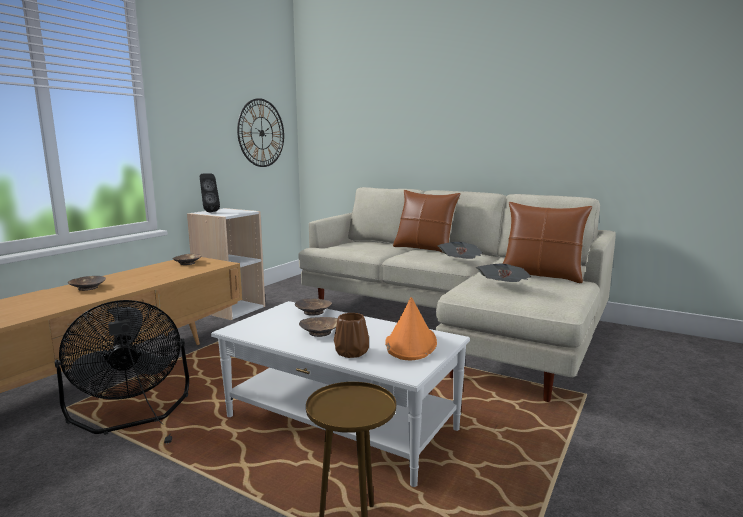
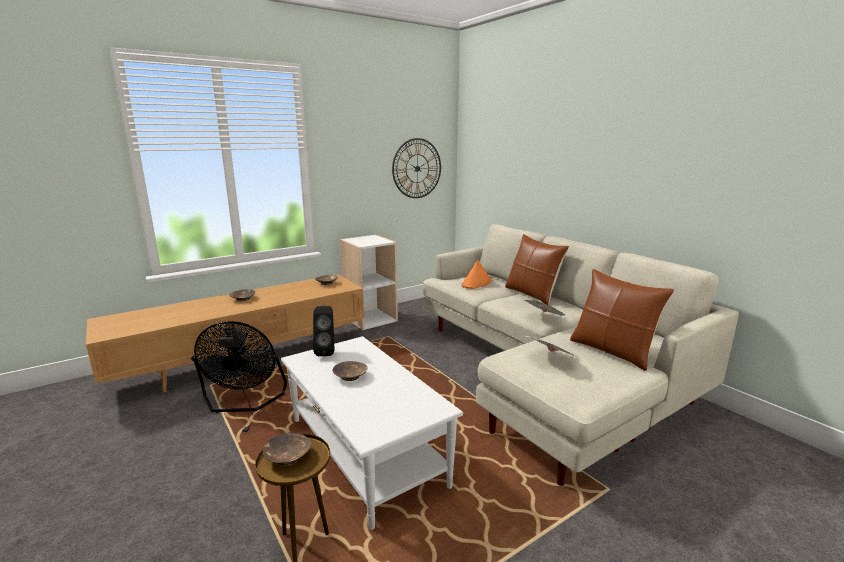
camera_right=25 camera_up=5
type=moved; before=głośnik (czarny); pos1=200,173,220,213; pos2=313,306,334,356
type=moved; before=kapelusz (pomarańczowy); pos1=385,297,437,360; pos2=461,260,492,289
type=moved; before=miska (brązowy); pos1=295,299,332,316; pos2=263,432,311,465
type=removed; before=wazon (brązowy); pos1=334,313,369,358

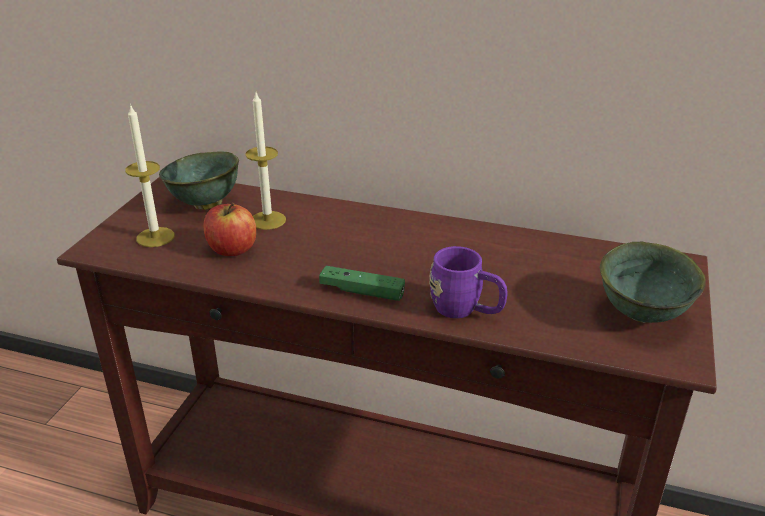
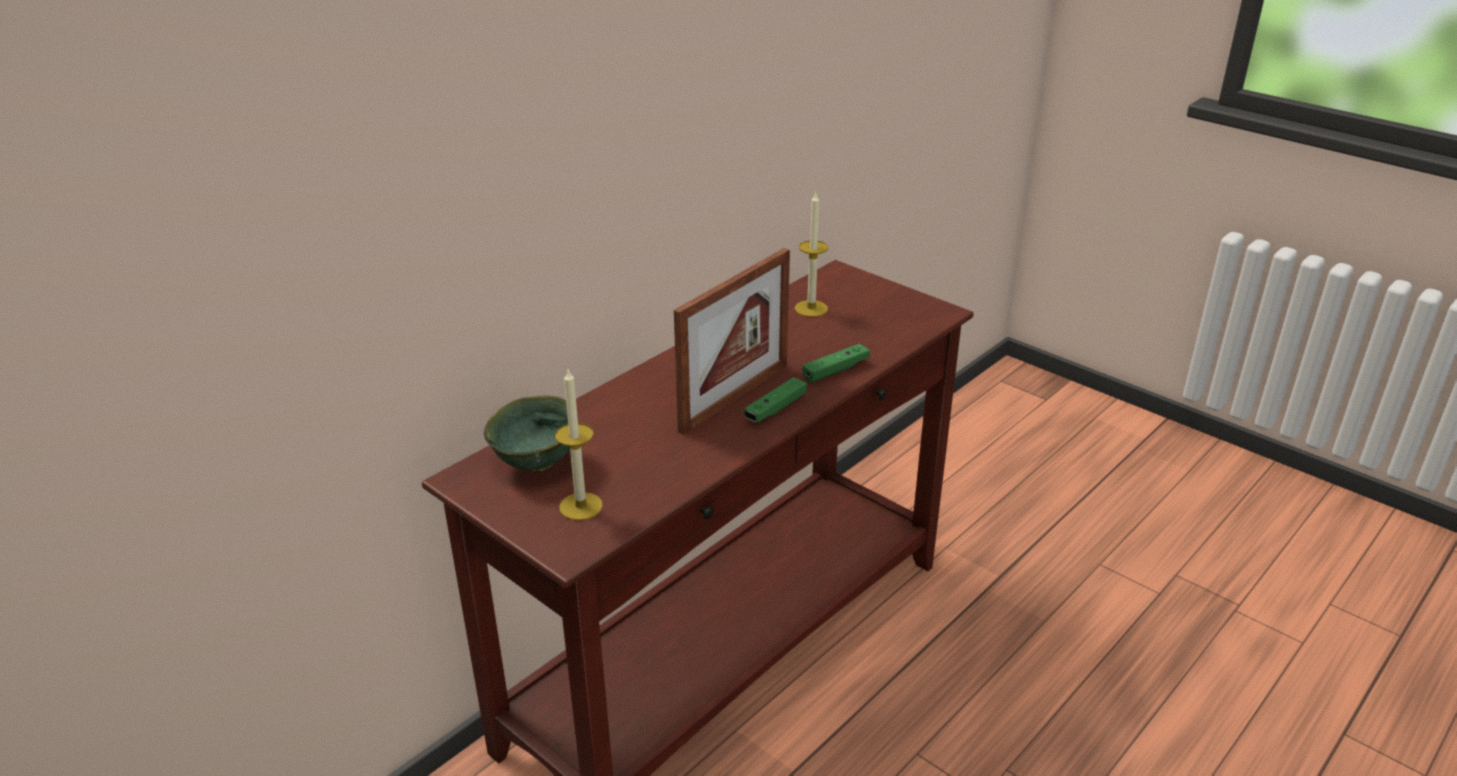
camera_right=-65 camera_up=0
type=moved; before=świeca; pos1=245,92,286,230; pos2=795,193,828,317
type=removed; before=jabłko; pos1=204,203,256,256
type=removed; before=miska (zielony); pos1=600,242,706,323
type=replaced; before=kubek (fioletowy); after=pad do gier (zielony); pos1=429,246,508,318; pos2=802,343,870,383
type=added; after=ramka na zdjęcie; pos2=674,248,790,435

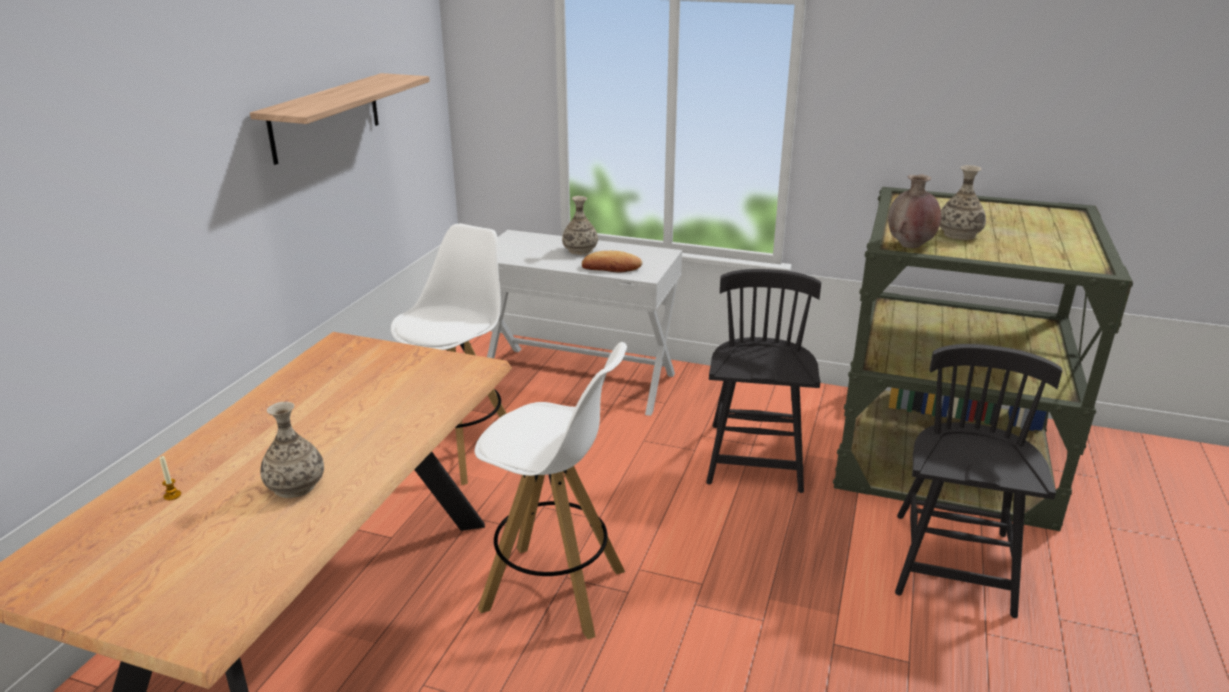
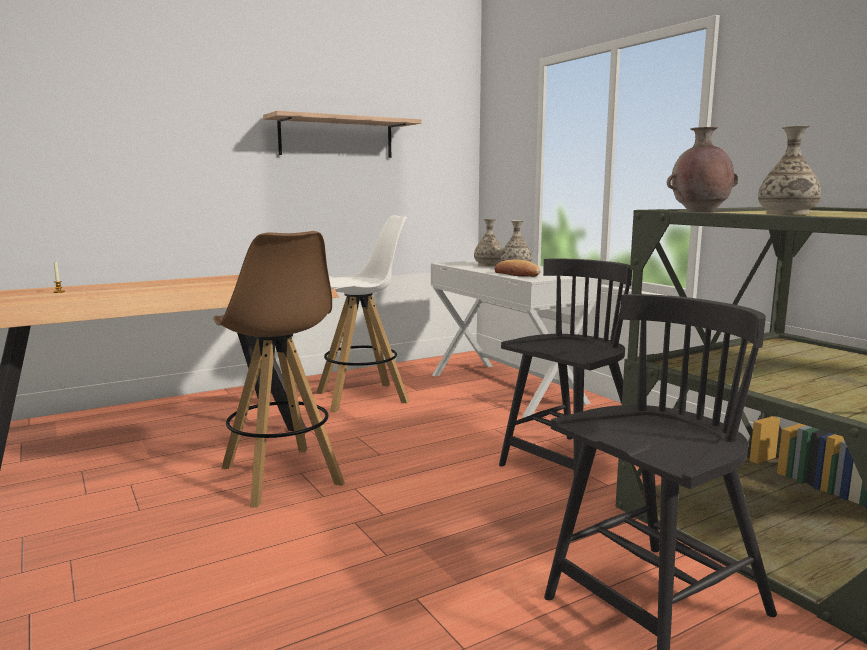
camera_right=40 camera_up=-15
type=recoloured; before=stołek (biały); after=stołek (brązowy); pos1=475,342,627,639; pos2=214,231,345,508
type=moved; before=wazon; pos1=260,402,324,498; pos2=474,219,503,266

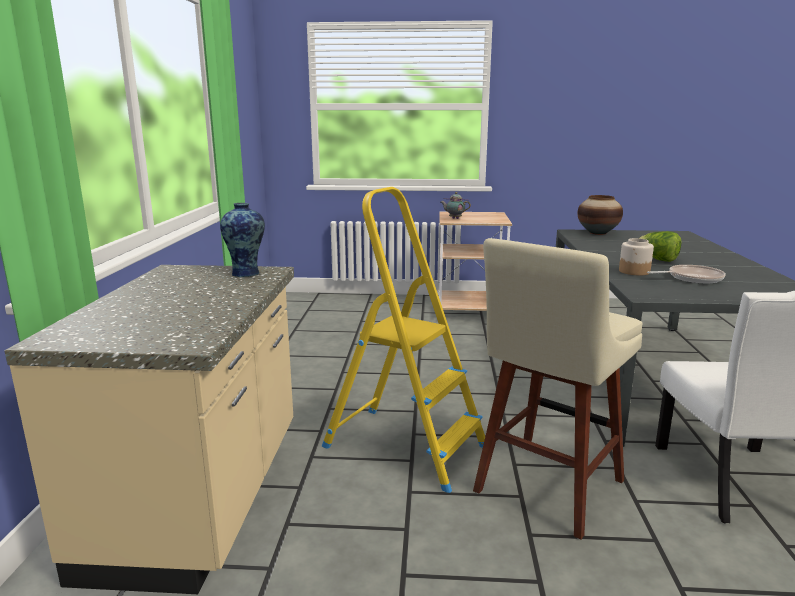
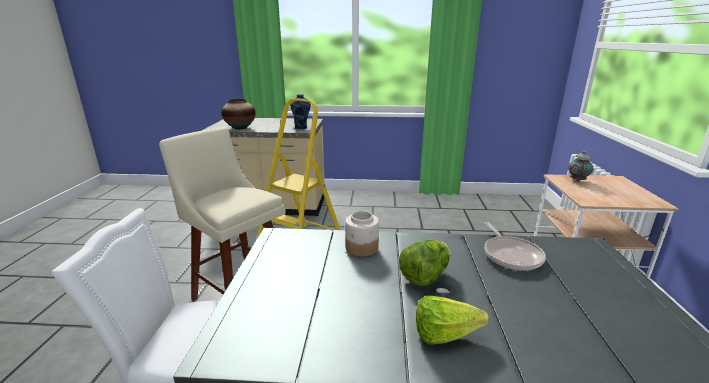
camera_right=90 camera_up=5
type=moved; before=wazon; pos1=577,195,623,235; pos2=221,99,256,130
type=moved; before=patelnia; pos1=647,265,726,283; pos2=484,222,546,271
type=added; after=sałata; pos2=416,296,489,344

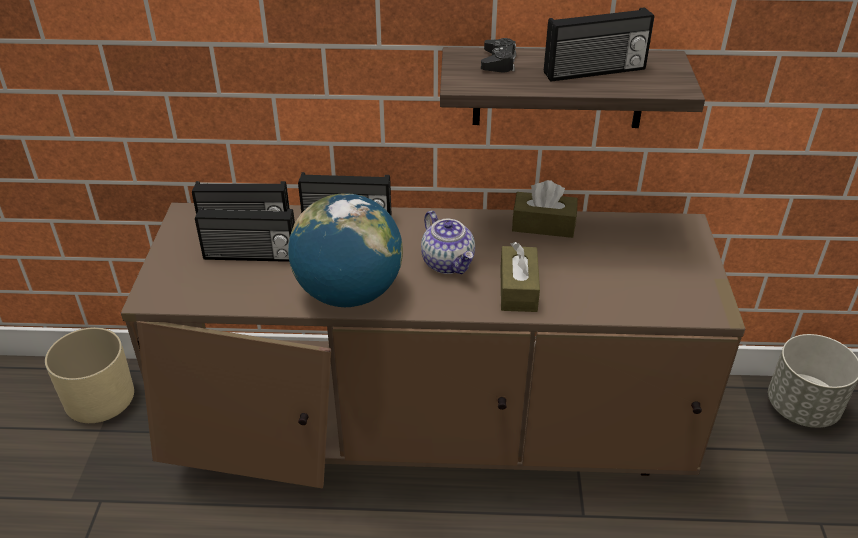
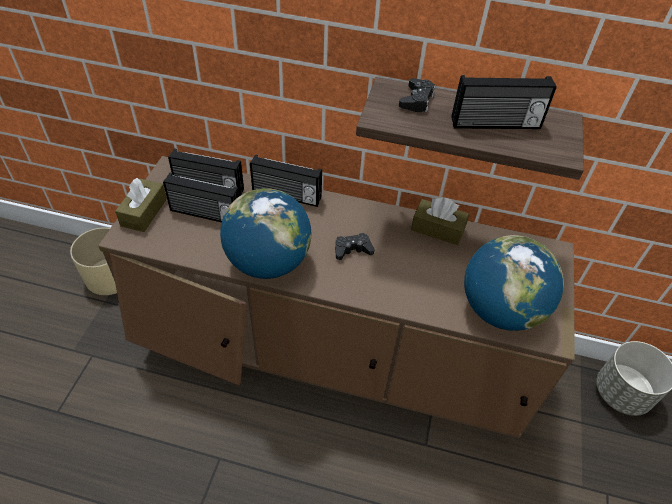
camera_right=10 camera_up=10
type=replaced; before=imbryk; after=pad do gier (czarny); pos1=421,211,475,274; pos2=335,233,375,260
type=moved; before=pudełko chusteczek (brązowy); pos1=500,242,540,312; pos2=115,178,167,232
type=added; after=globus; pos2=464,235,564,331

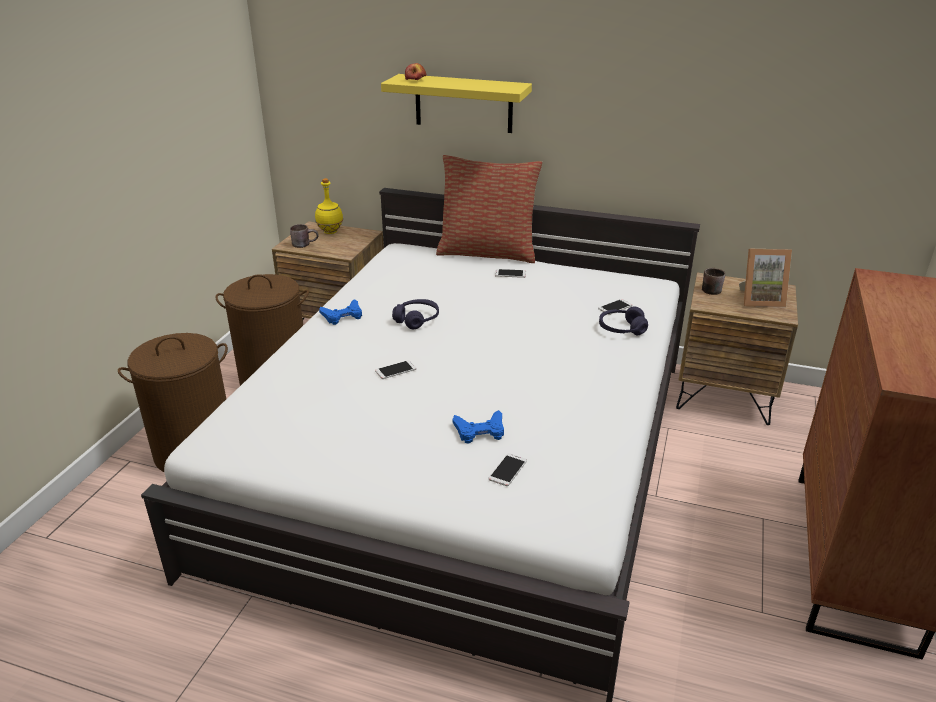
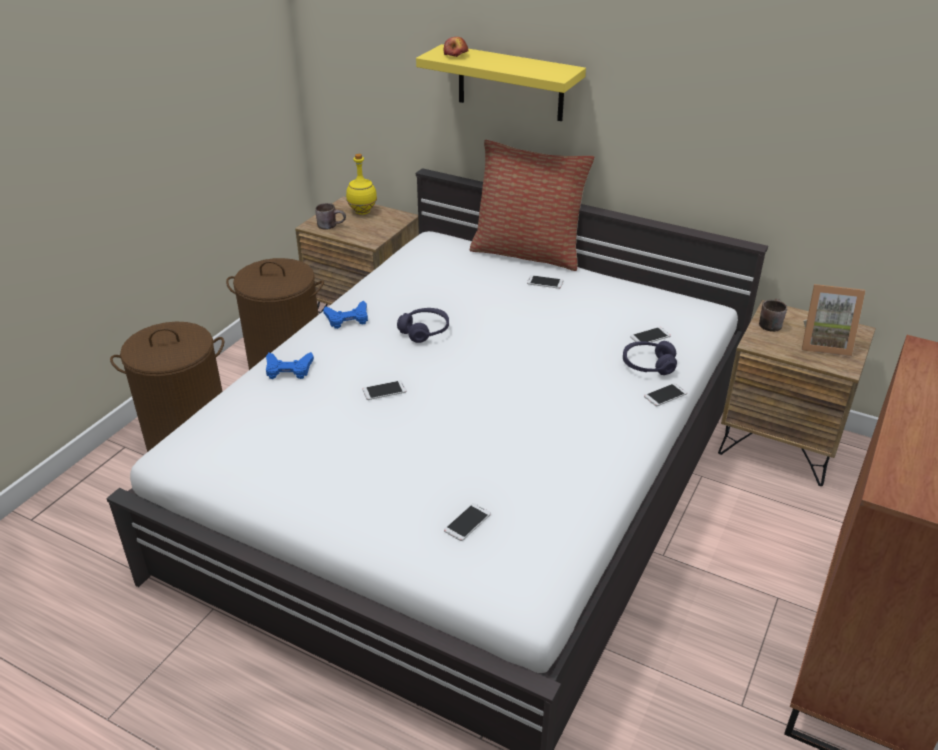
camera_right=10 camera_up=5
type=moved; before=pad do gier (niebieski); pos1=452,410,504,444; pos2=266,352,314,379
type=added; after=telefon; pos2=644,383,687,406

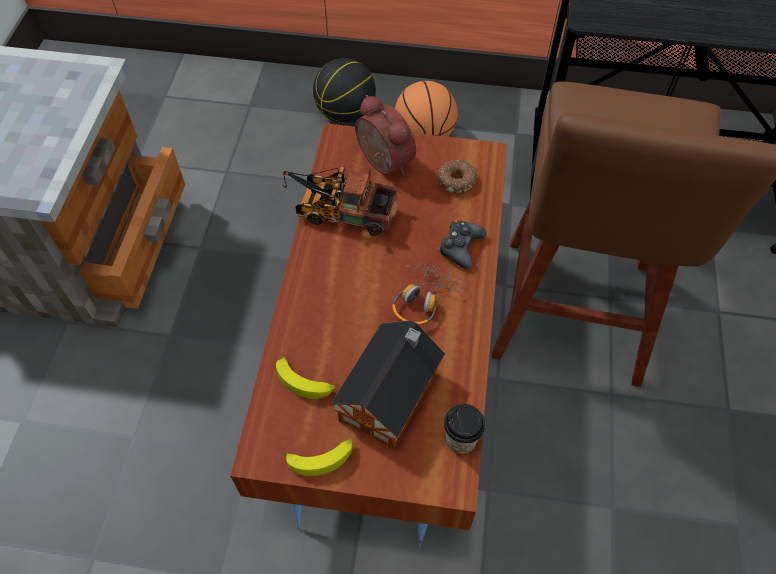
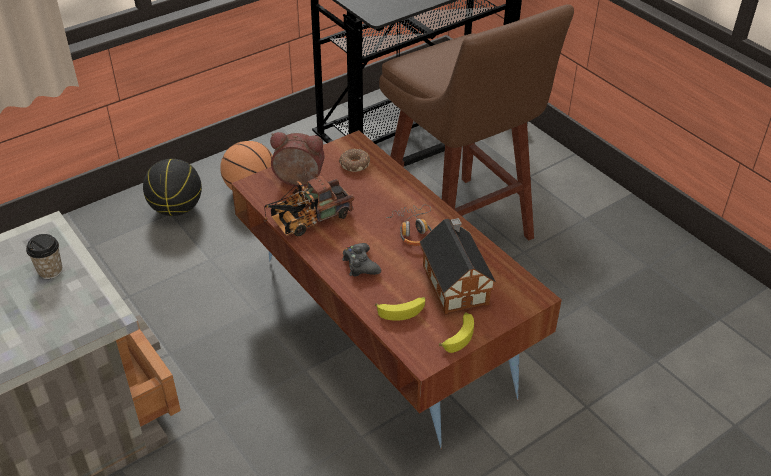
camera_right=-45 camera_up=-15
type=moved; before=pad do gier (czarny); pos1=439,220,487,269; pos2=342,243,381,277
type=moved; before=filiżanka; pos1=444,404,485,454; pos2=26,234,62,279

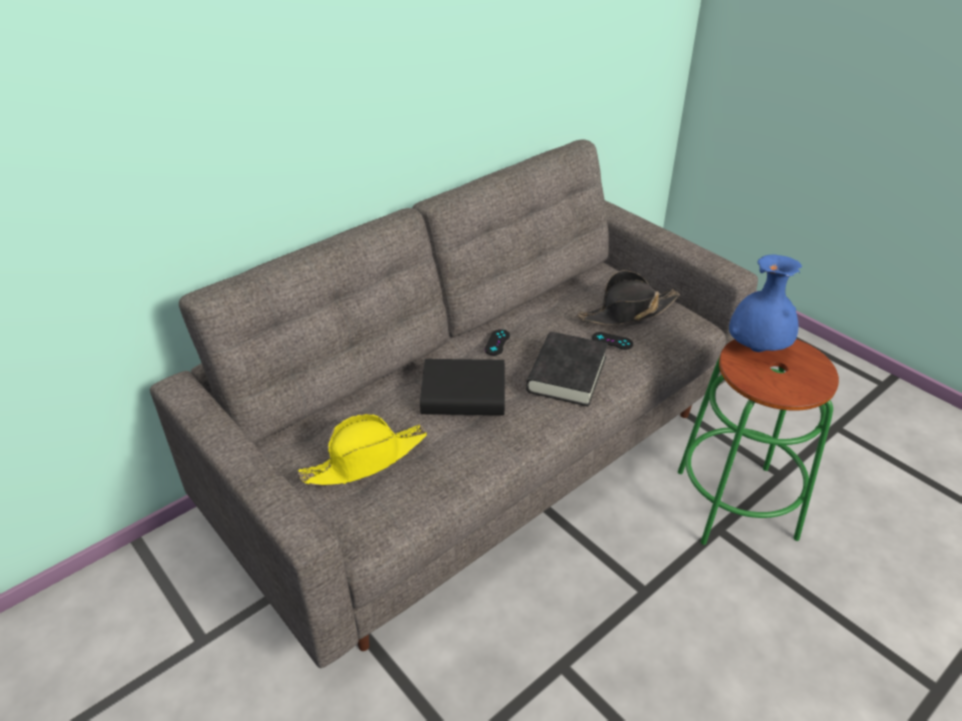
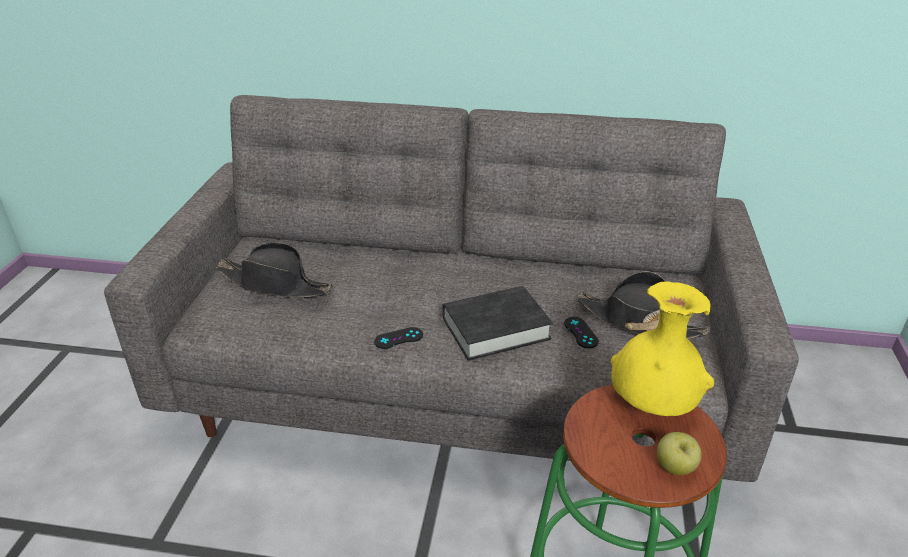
camera_right=50 camera_up=-5
type=recoloured; before=wazon (niebieski); after=wazon (żółty); pos1=729,254,802,352; pos2=611,282,714,416
type=moved; before=pad do gier (czarny); pos1=484,329,510,356; pos2=374,327,423,349
type=removed; before=książka (czarny); pos1=420,359,505,415
type=recoloured; before=kapelusz (żółty); after=kapelusz (czarny); pos1=298,414,427,485; pos2=216,243,333,298
type=added; after=jabłko; pos2=657,432,702,475

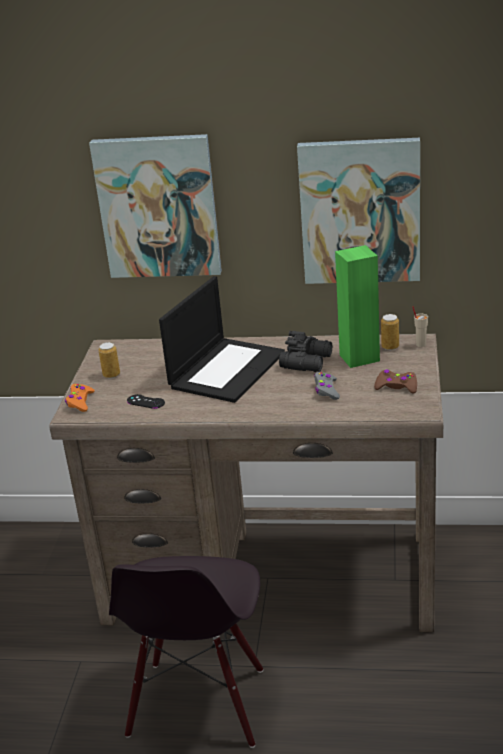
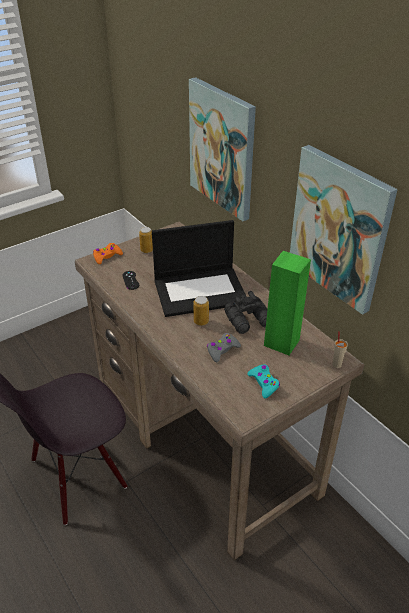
camera_right=45 camera_up=10
type=moved; before=puszka; pos1=381,314,399,350; pos2=193,296,209,326
type=recoloured; before=pad do gier (brązowy); after=pad do gier (turkusowy); pos1=374,369,417,393; pos2=247,365,280,399

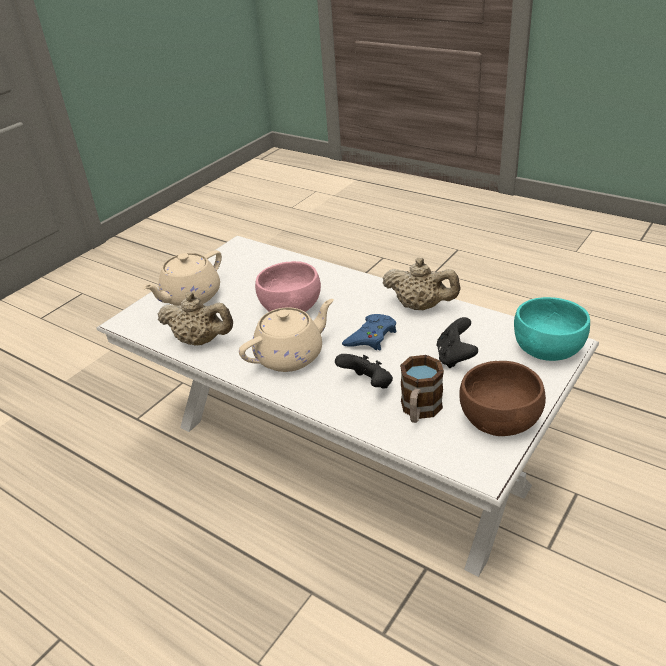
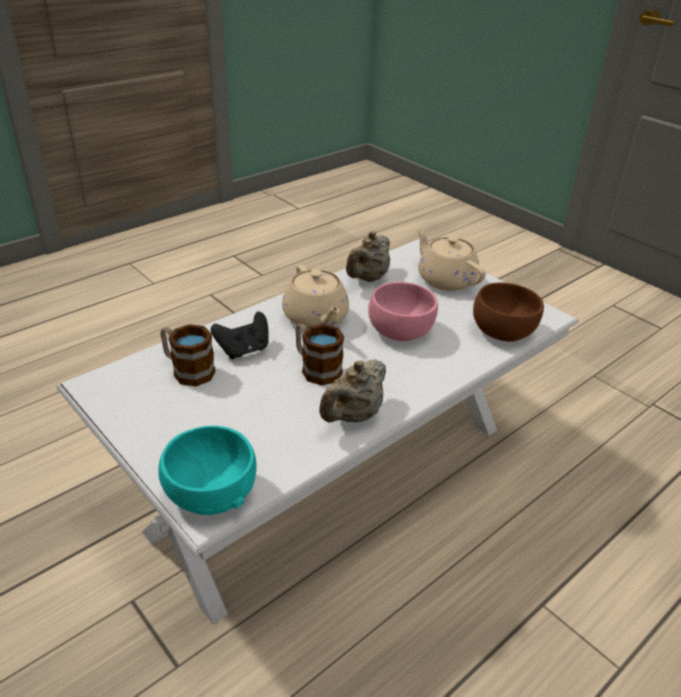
camera_right=100 camera_up=0
type=replaced; before=pad do gier (niebieski); after=kubek; pos1=342,314,397,350; pos2=295,323,344,386
type=removed; before=pad do gier (czarny); pos1=437,317,478,368
type=moved; before=miska (brązowy); pos1=459,361,546,436; pos2=473,282,544,342

